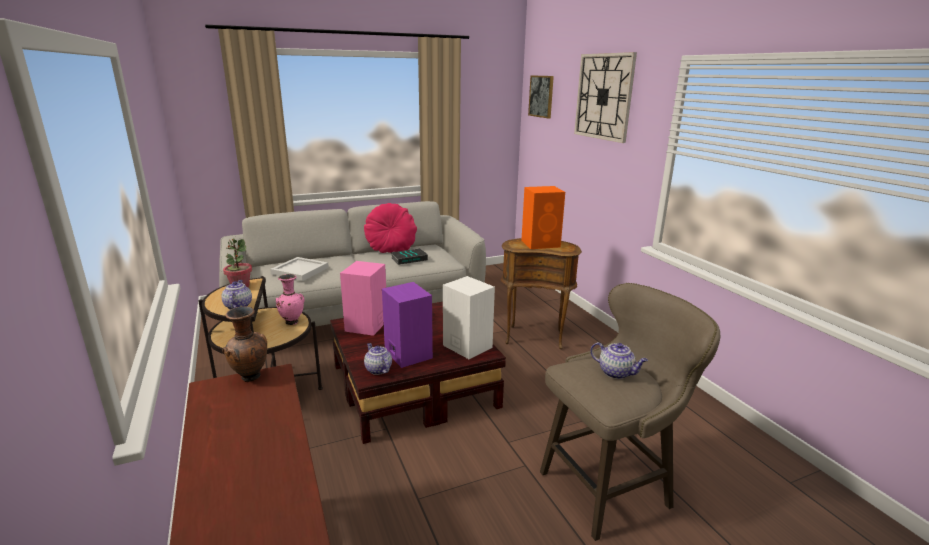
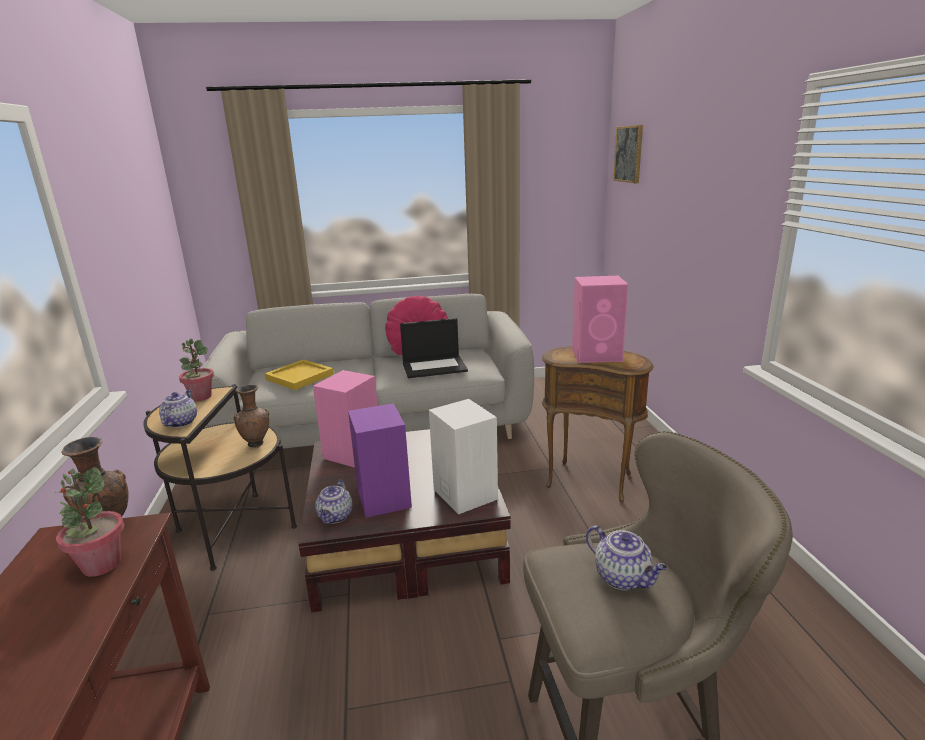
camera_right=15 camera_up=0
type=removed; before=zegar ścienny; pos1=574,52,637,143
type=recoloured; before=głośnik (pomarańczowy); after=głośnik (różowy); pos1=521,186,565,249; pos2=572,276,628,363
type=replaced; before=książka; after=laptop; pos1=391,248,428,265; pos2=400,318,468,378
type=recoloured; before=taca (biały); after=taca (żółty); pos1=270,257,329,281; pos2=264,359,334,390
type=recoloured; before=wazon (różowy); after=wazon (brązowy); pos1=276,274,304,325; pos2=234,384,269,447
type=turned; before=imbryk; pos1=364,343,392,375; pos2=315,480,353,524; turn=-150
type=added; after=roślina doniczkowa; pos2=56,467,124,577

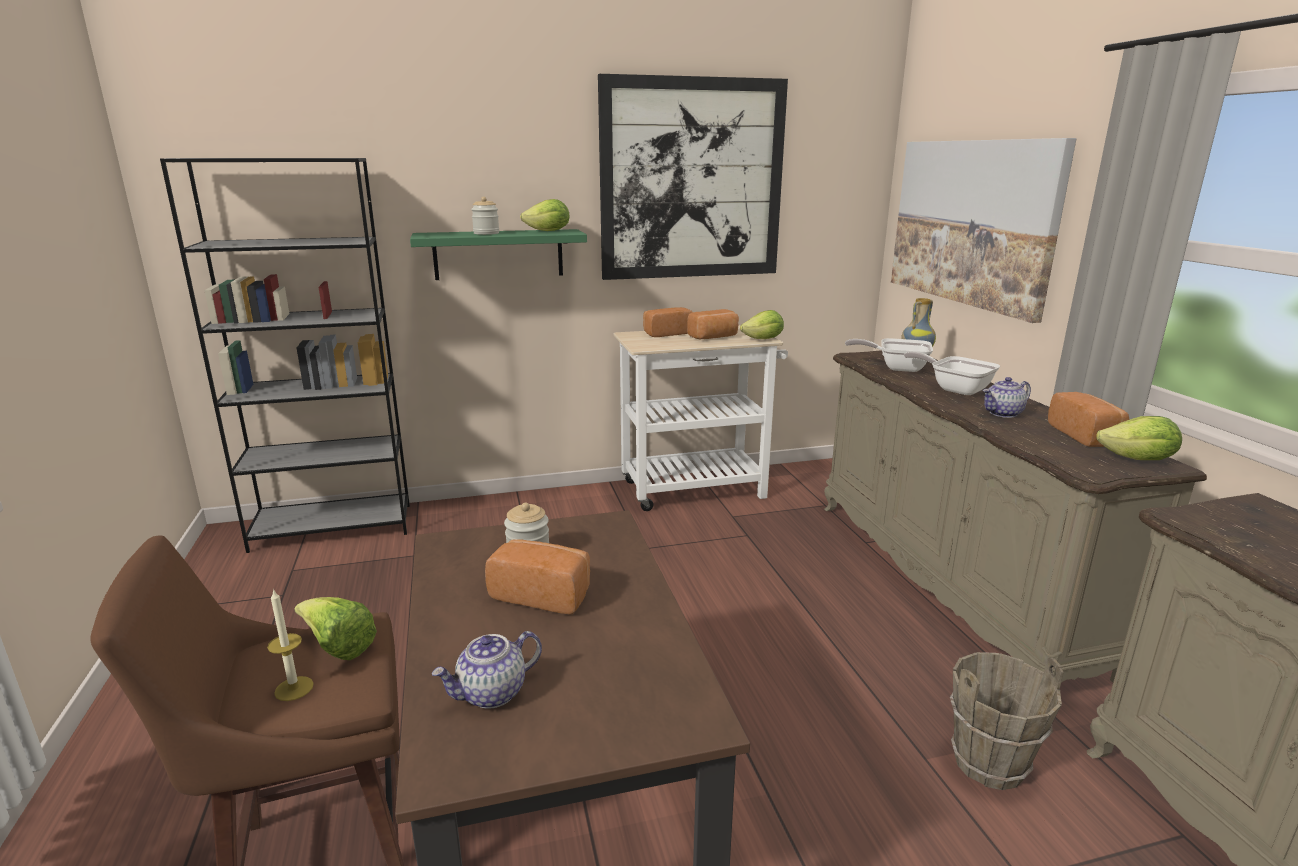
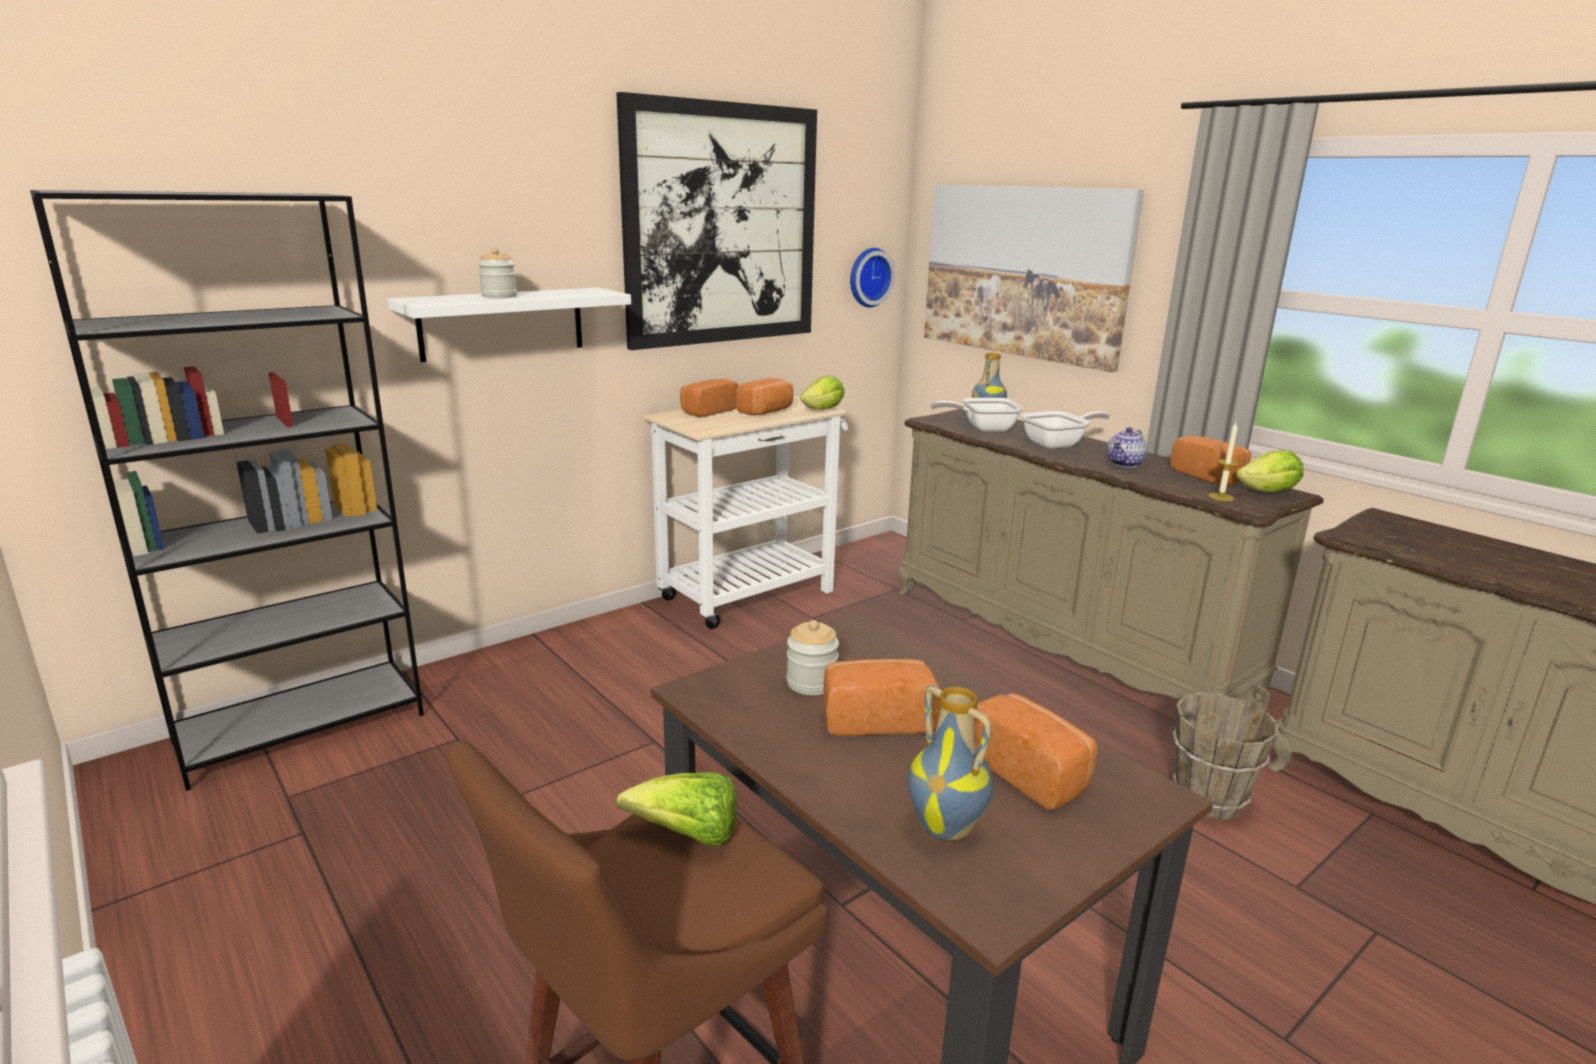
camera_right=-25 camera_up=0
type=removed; before=sałata; pos1=520,199,570,231
type=recoloured; before=półka (zielony); after=półka (biały); pos1=410,229,587,280; pos2=387,288,631,362
type=turned; before=patelnia; pos1=904,352,1000,395; pos2=1021,411,1110,449; turn=135
type=moved; before=świeca; pos1=267,589,314,701; pos2=1208,423,1239,501
type=replaced; before=imbryk; after=wazon; pos1=432,631,542,709; pos2=908,685,993,841
type=added; after=zegar ścienny; pos2=850,248,895,307
type=added; after=chleb; pos2=974,693,1098,810

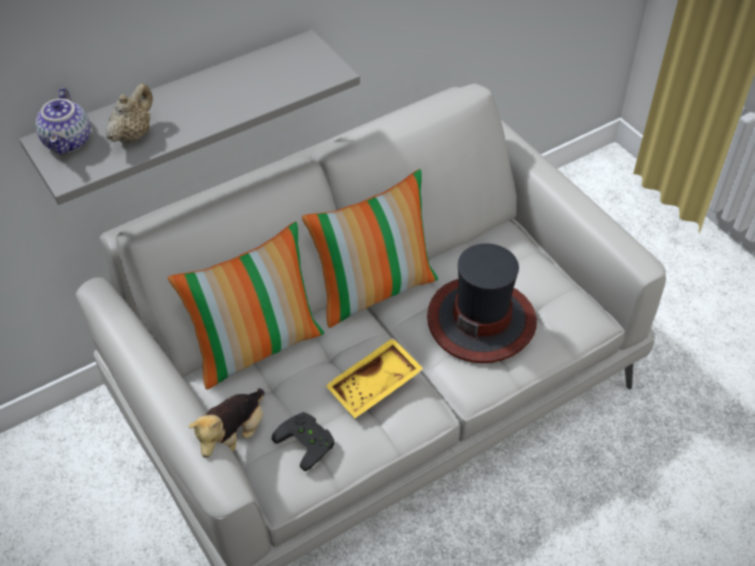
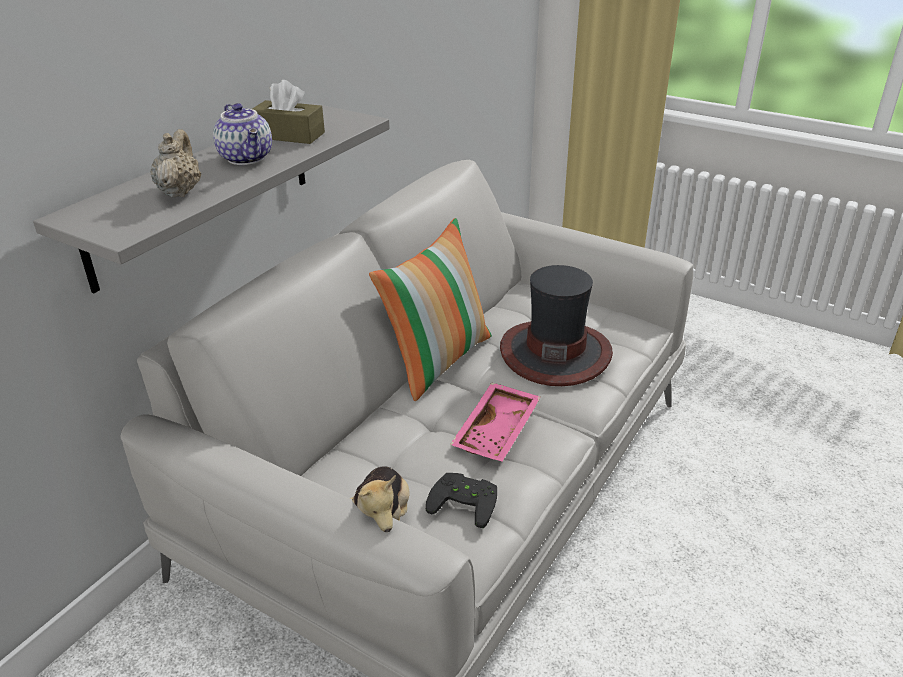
camera_right=-25 camera_up=-15
type=moved; before=imbryk; pos1=35,88,91,155; pos2=213,103,272,165
type=removed; before=poduszka; pos1=168,221,324,390
type=recoloured; before=taca (żółty); after=taca (różowy); pos1=325,338,423,418; pos2=450,382,541,461
type=added; after=pudełko chusteczek (brązowy); pos2=252,80,325,144

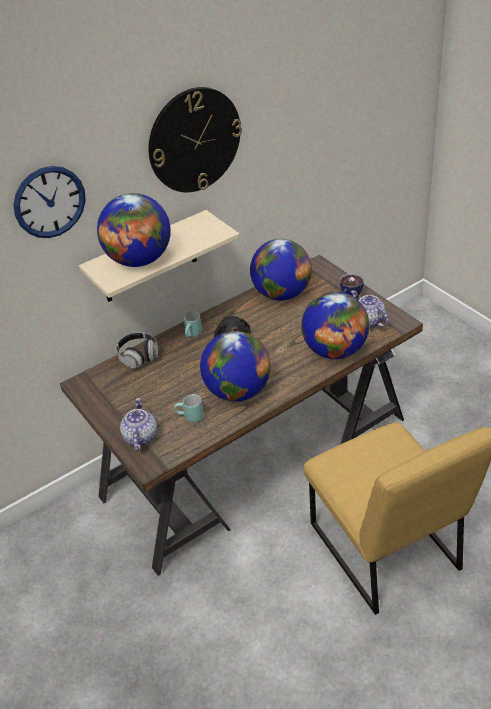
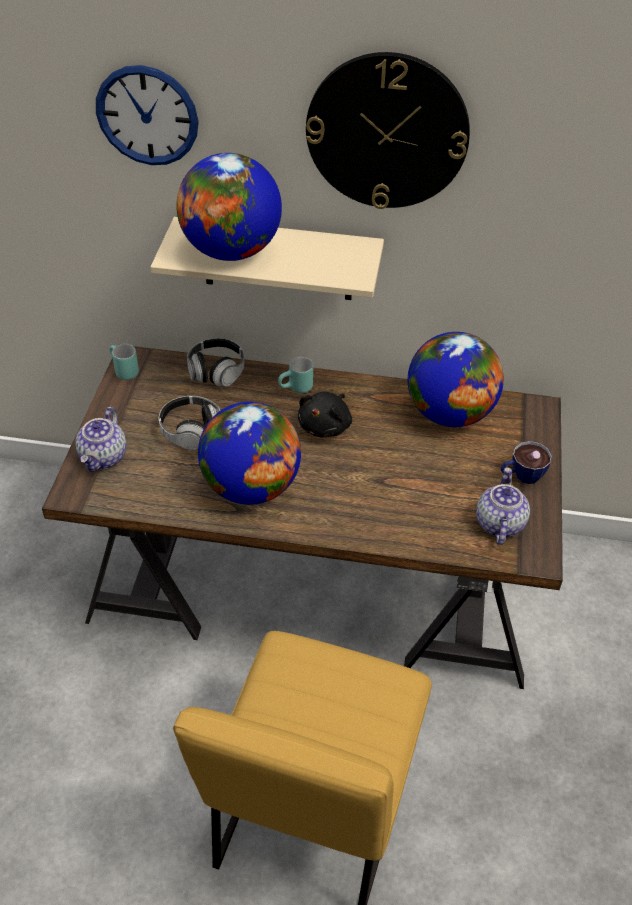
camera_right=40 camera_up=5
type=removed; before=globus; pos1=301,292,369,359
type=moved; before=kubek (turkusowy); pos1=174,394,204,422; pos2=110,344,139,380
type=turned; before=imbryk; pos1=120,398,157,451; pos2=75,407,126,472; turn=150
type=added; after=słuchawki; pos2=159,396,220,450

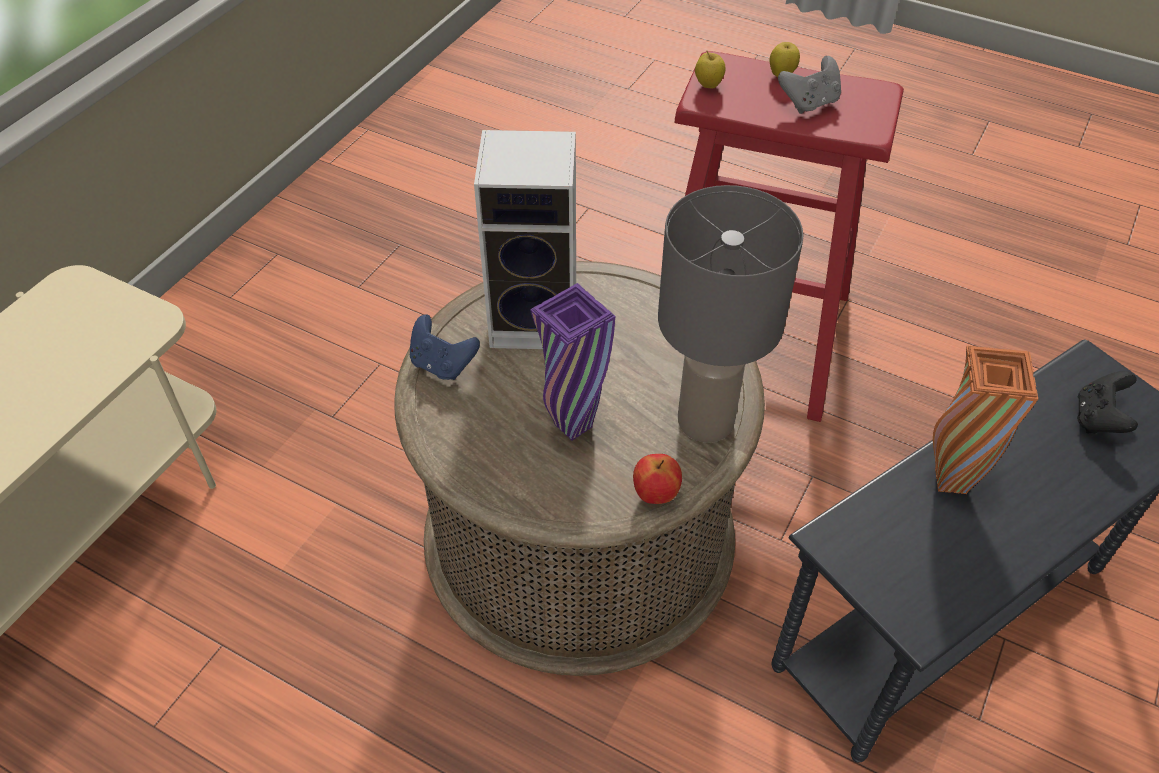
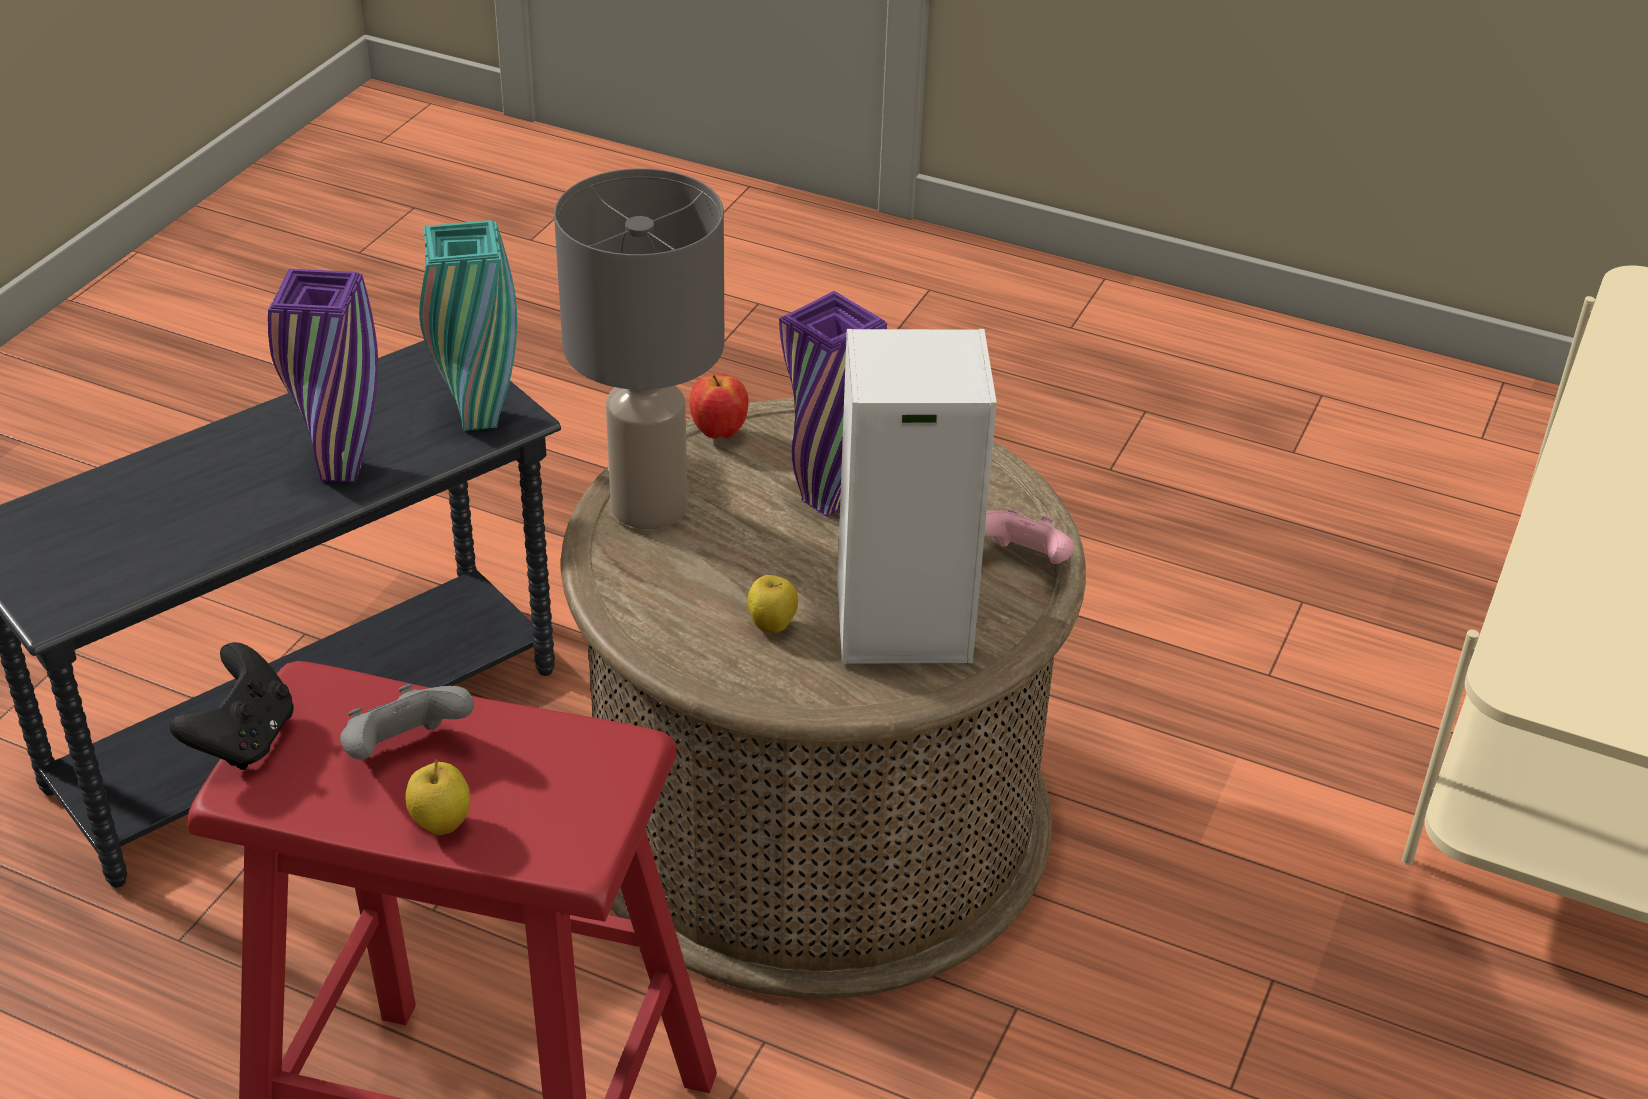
camera_right=175 camera_up=-10
type=moved; before=jabłko; pos1=695,51,726,88; pos2=748,575,798,633
type=recoloured; before=pad do gier (niebieski); after=pad do gier (różowy); pos1=410,314,480,380; pos2=984,508,1074,564
type=recoloured; before=wazon (pomarańczowy); after=wazon (fioletowy); pos1=933,345,1038,494; pos2=268,269,378,483
type=moved; before=pad do gier (czarny); pos1=1077,371,1138,434; pos2=169,642,294,770
type=added; after=wazon (turkusowy); pos2=419,220,517,431

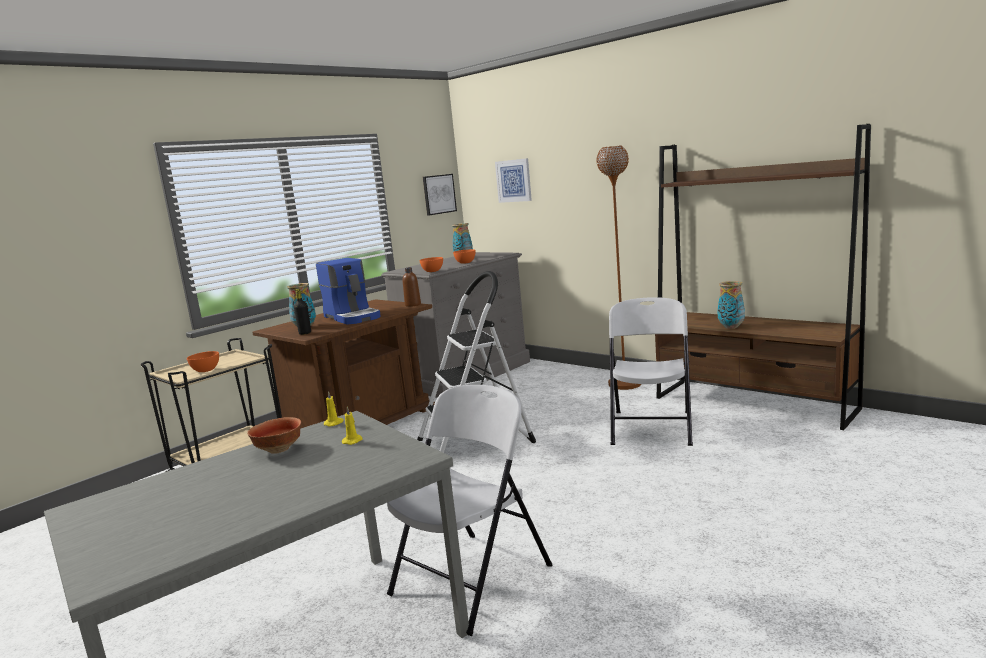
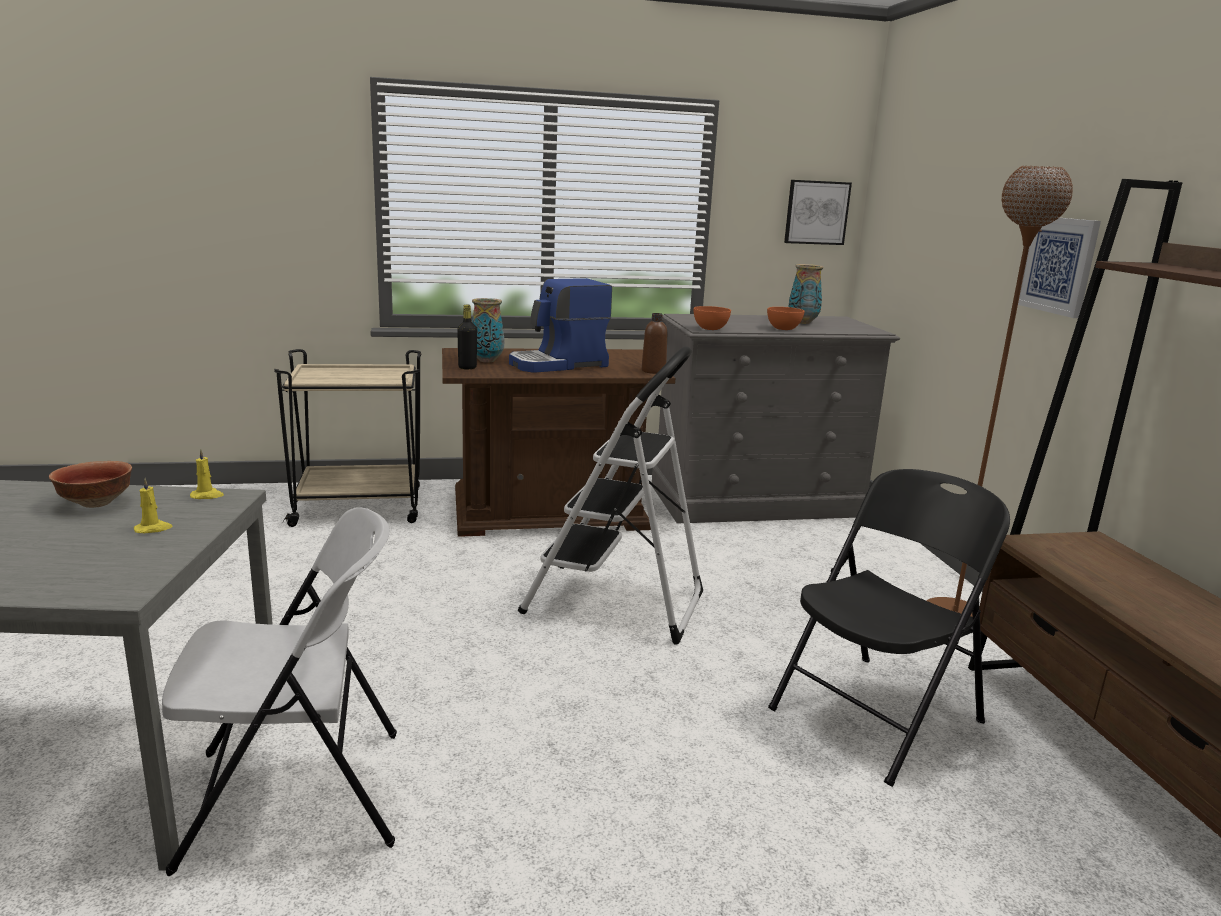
camera_right=35 camera_up=5
type=moved; before=obraz; pos1=495,158,532,203; pos2=1018,218,1101,318
type=turned; before=ekspres do kawy; pos1=316,258,381,325; pos2=509,278,612,373; turn=60
type=removed; before=wazon; pos1=717,281,745,329
type=recoloured; before=krzesło (biały); after=krzesło (czarny); pos1=609,297,693,446; pos2=768,469,1010,787
type=removed; before=miska (pomarańczowy); pos1=187,351,219,372

